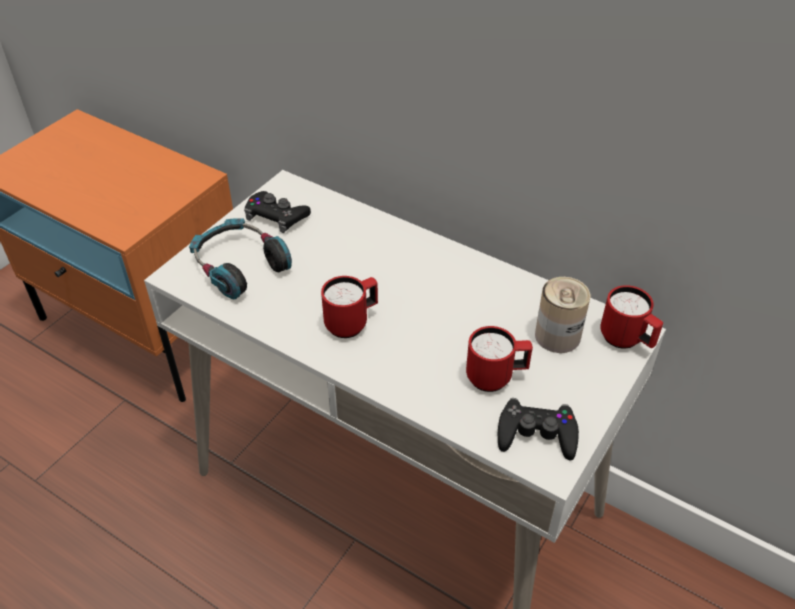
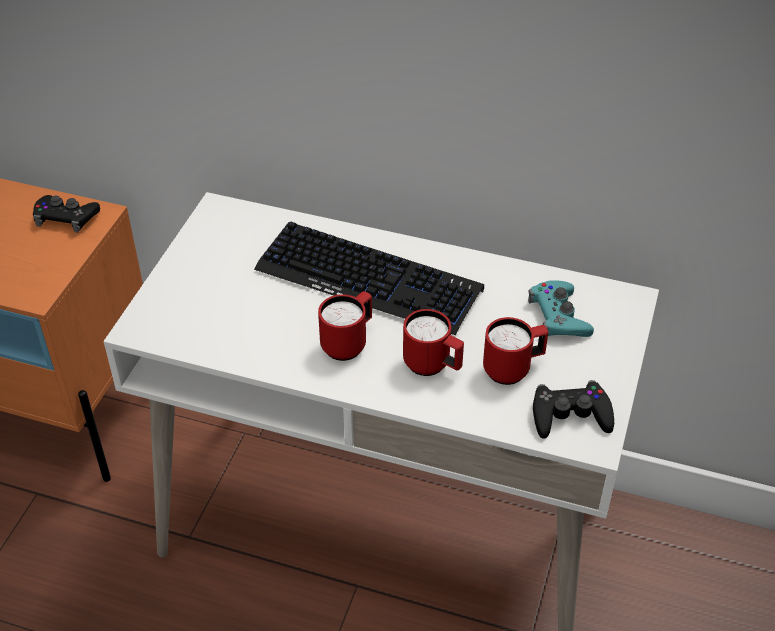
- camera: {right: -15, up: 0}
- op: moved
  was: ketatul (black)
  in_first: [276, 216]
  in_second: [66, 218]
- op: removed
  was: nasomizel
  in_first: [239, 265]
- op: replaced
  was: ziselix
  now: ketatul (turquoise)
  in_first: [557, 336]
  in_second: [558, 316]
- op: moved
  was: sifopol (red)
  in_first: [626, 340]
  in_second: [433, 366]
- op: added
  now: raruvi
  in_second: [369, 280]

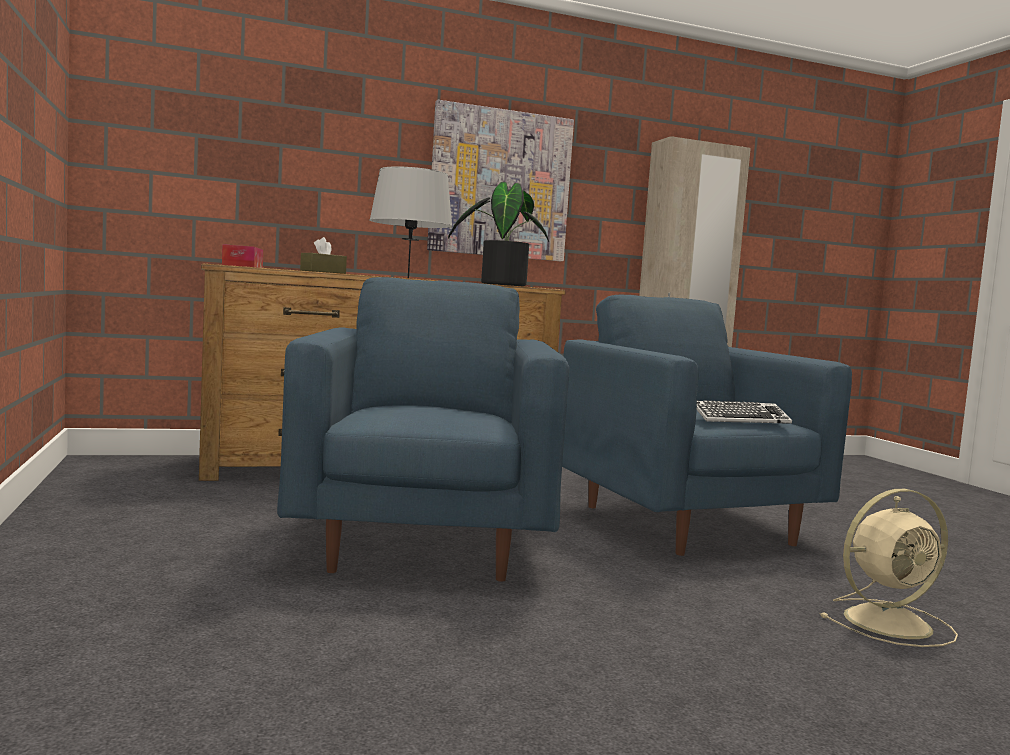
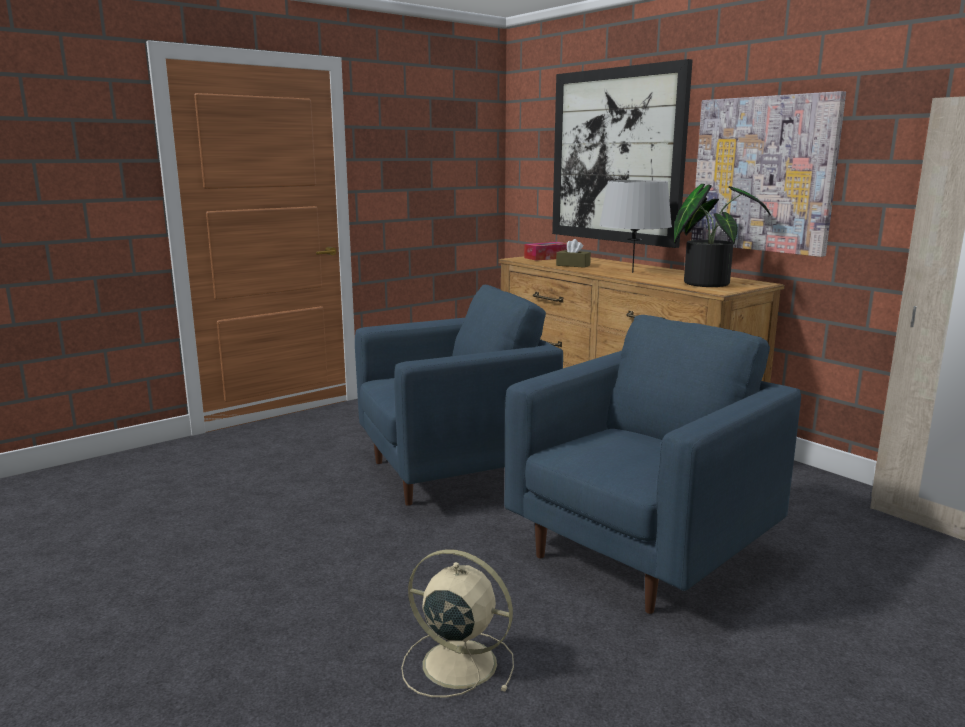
- camera: {right: 70, up: 10}
- op: removed
  was: raruvi
  in_first: [740, 419]
- op: turned
  was: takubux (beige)
  in_first: [890, 622]
  in_second: [456, 663]
  clockwise: 150
- op: added
  now: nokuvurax
  in_second: [616, 156]

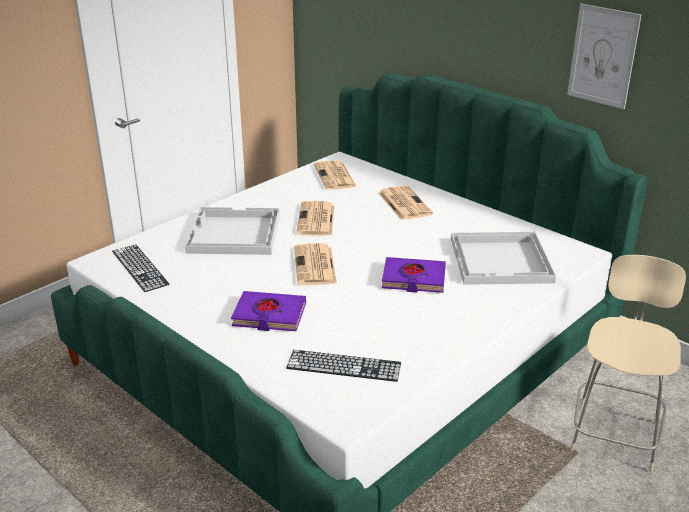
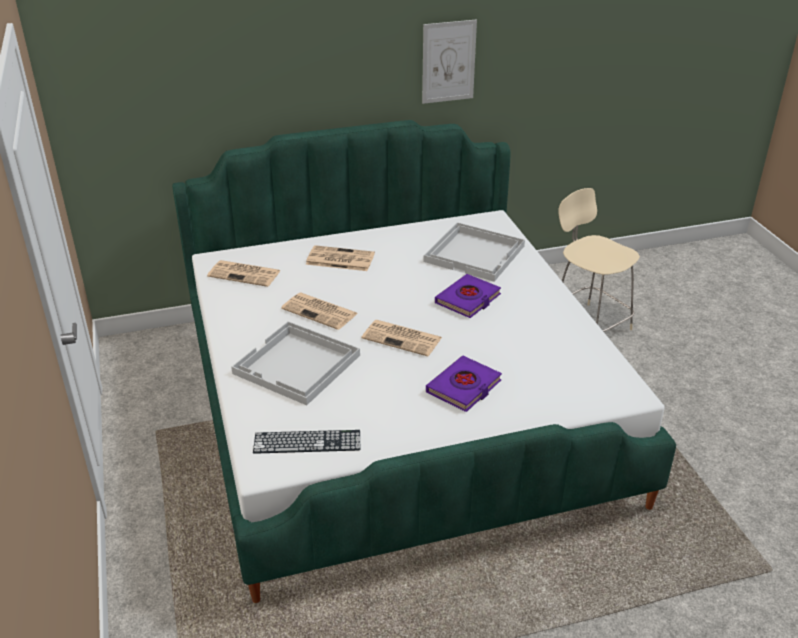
- camera: {right: -60, up: 5}
- op: removed
  was: raruvi
  in_first: [344, 366]

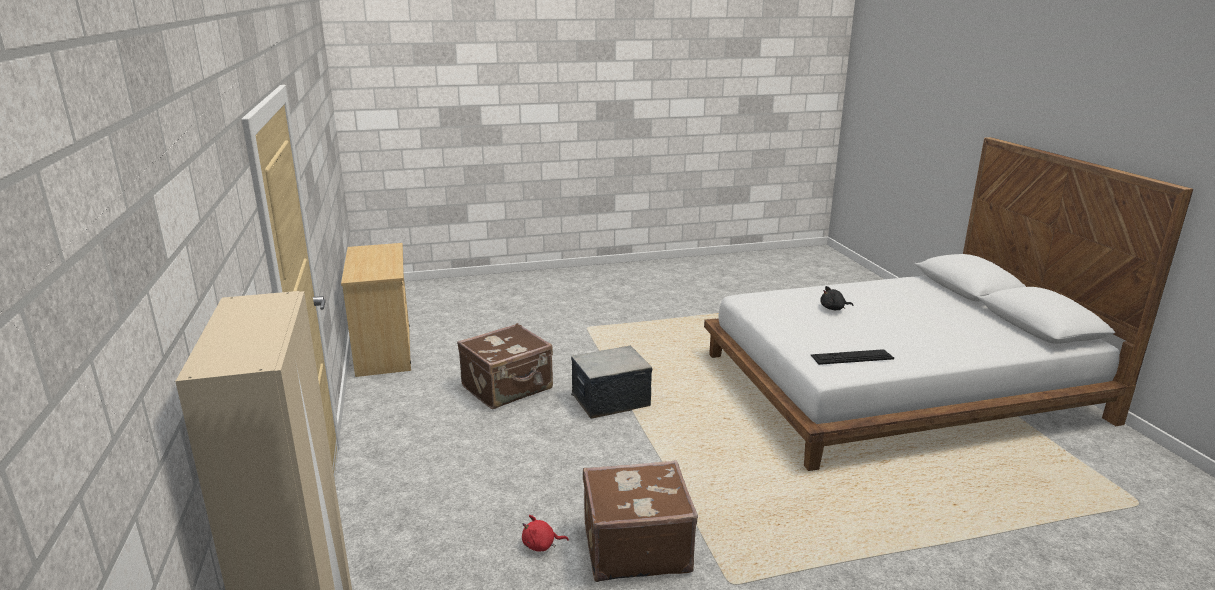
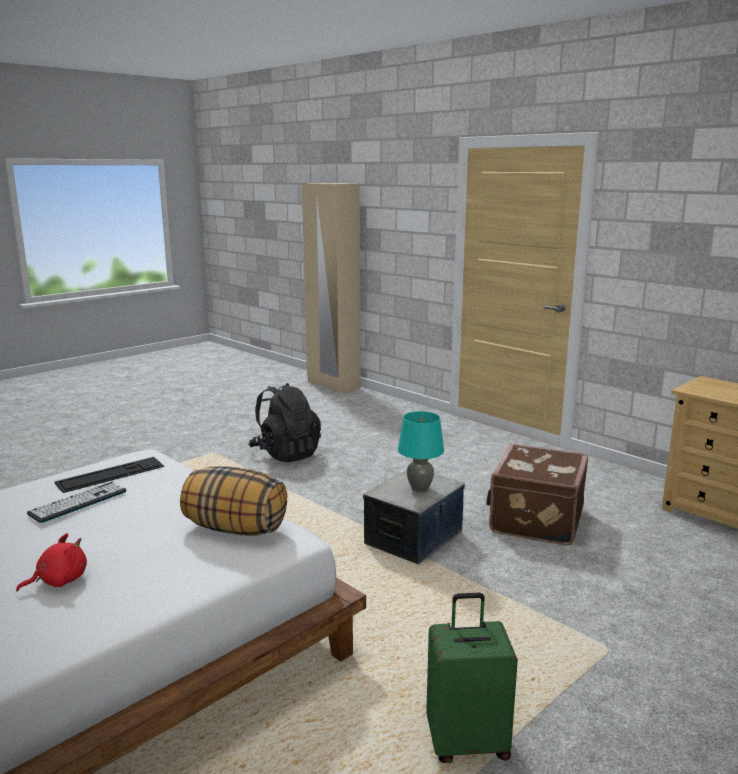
- camera: {right: 150, up: -5}
- op: removed
  was: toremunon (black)
  in_first: [833, 308]
- op: replaced
  was: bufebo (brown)
  now: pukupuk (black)
  in_first: [635, 546]
  in_second: [286, 454]
- op: moved
  was: toremunon (red)
  in_first: [541, 545]
  in_second: [59, 581]
- op: added
  now: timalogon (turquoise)
  in_second: [419, 488]
- op: added
  now: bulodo
  in_second: [235, 529]
- op: added
  now: raruvi
  in_second: [78, 502]
- op: added
  now: bufebo (green)
  in_second: [467, 742]

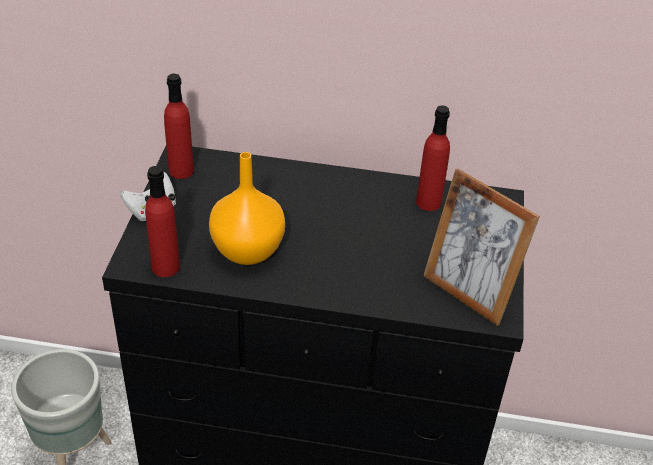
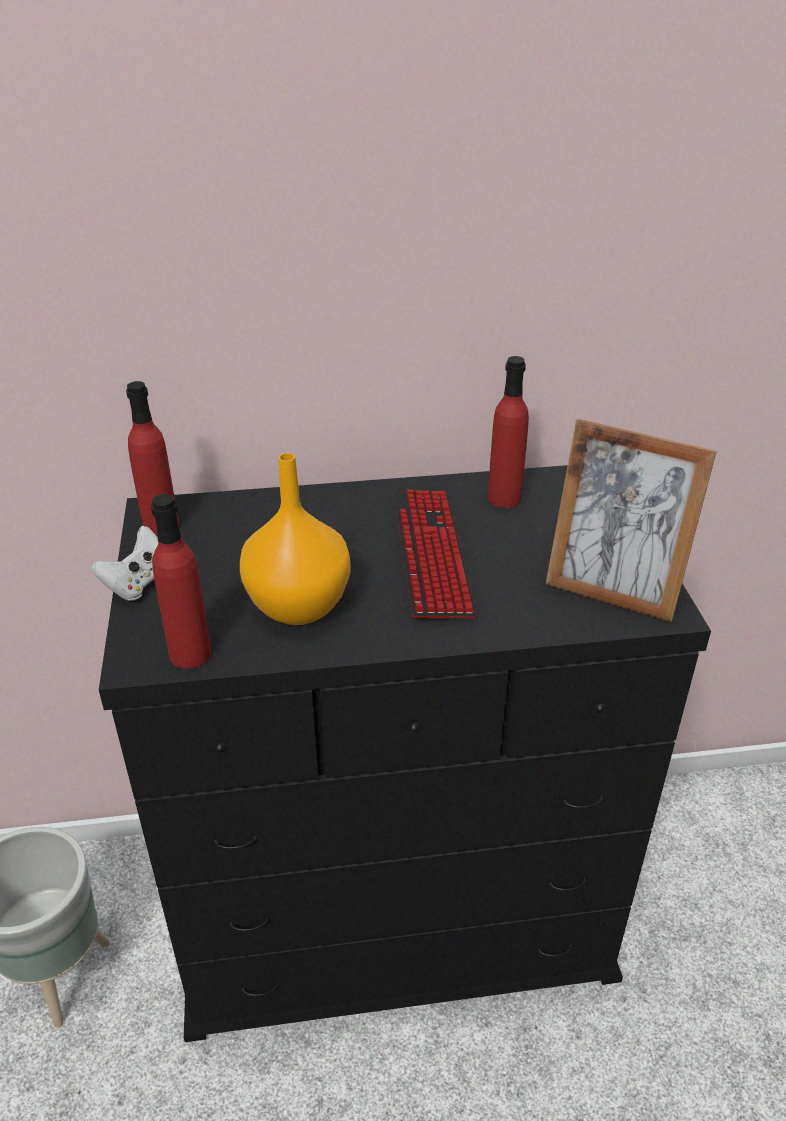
- camera: {right: -15, up: -5}
- op: added
  now: raruvi
  in_second: [431, 554]

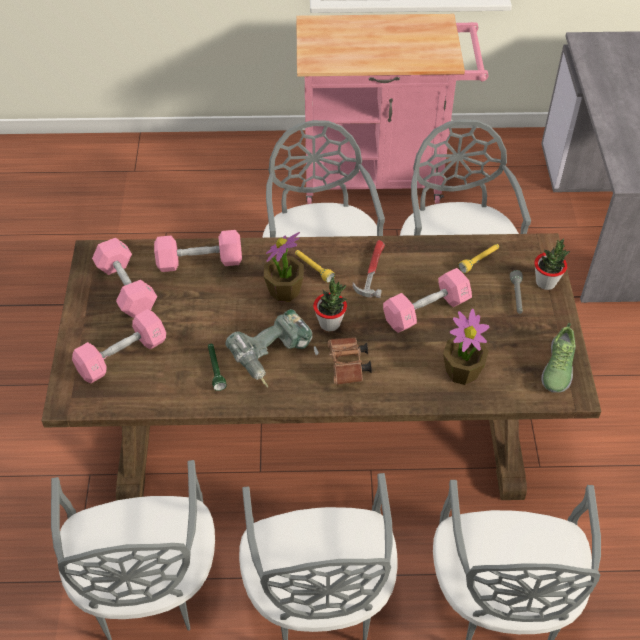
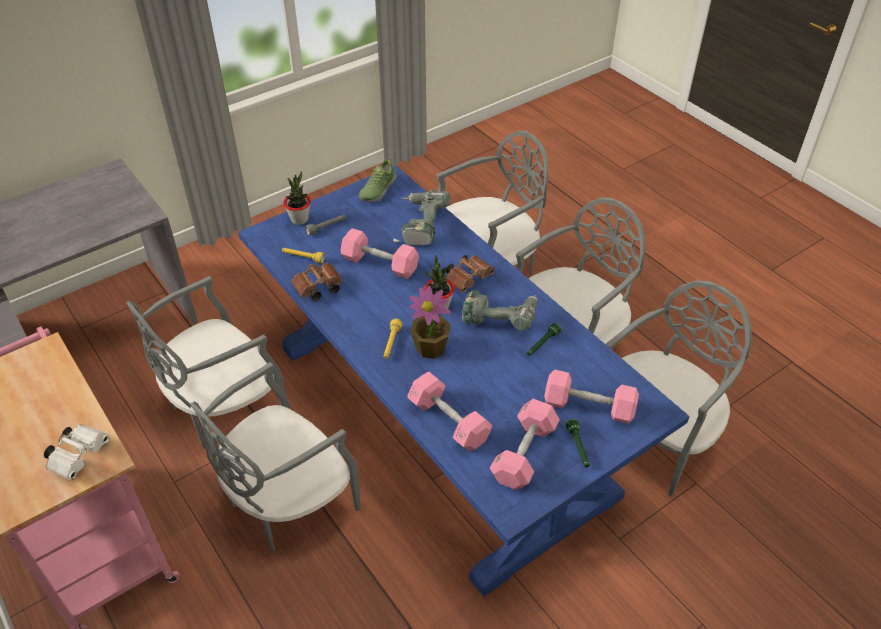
- camera: {right: -125, up: -5}
- op: recoloured
  was: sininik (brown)
  now: sininik (blue)
  in_first: [320, 422]
  in_second: [438, 418]
- op: removed
  was: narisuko
  in_first: [372, 270]
- op: replaced
  was: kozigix
  now: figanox
  in_first: [462, 371]
  in_second: [420, 226]
- op: turned
  was: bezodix
  in_first: [557, 368]
  in_second: [377, 190]
  clockwise: 135
- op: added
  now: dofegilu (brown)
  in_second: [317, 289]
- op: added
  now: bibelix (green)
  in_second: [578, 447]
- op: added
  now: dofegilu (white)
  in_second: [80, 455]

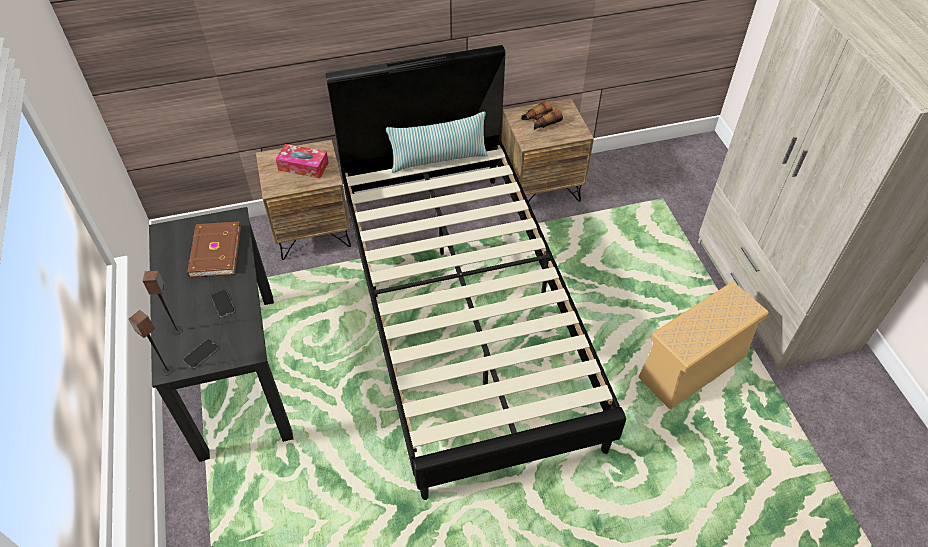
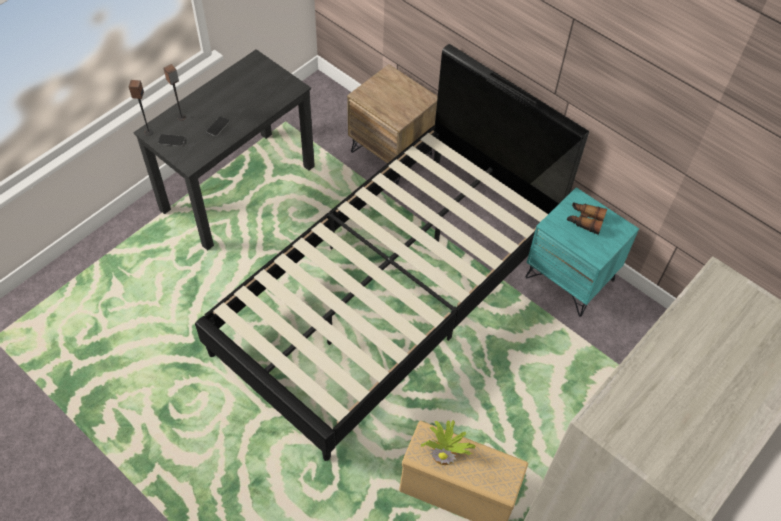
- camera: {right: 55, up: 5}
- op: recoloured
  was: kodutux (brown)
  now: kodutux (turquoise)
  in_first: [540, 187]
  in_second: [570, 278]
- op: removed
  was: bulodo
  in_first: [438, 159]
- op: removed
  was: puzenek
  in_first: [303, 166]
- op: removed
  was: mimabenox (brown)
  in_first: [214, 252]
- op: added
  now: kozigix
  in_second: [445, 451]

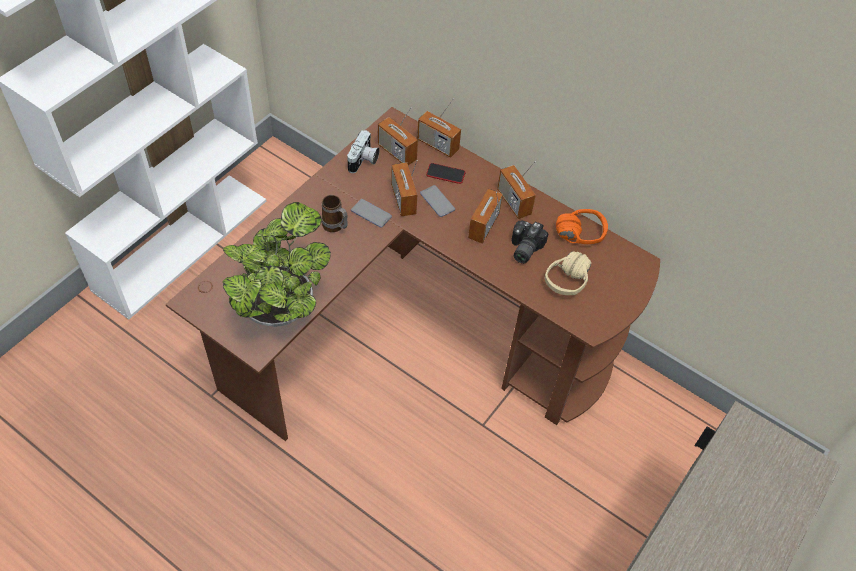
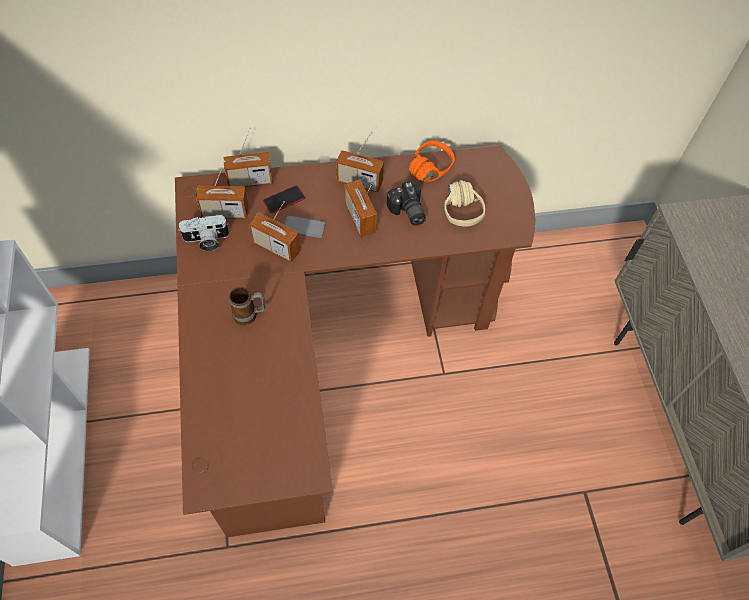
- camera: {right: -45, up: 5}
- op: turned
  was: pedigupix
  in_first: [364, 161]
  in_second: [206, 241]
  clockwise: 105
- op: removed
  was: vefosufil
  in_first: [371, 214]
- op: removed
  was: kozigix
  in_first: [281, 306]

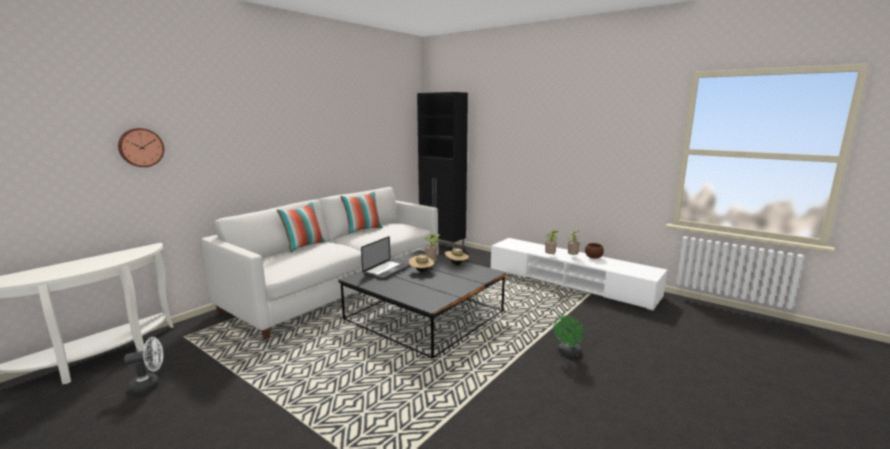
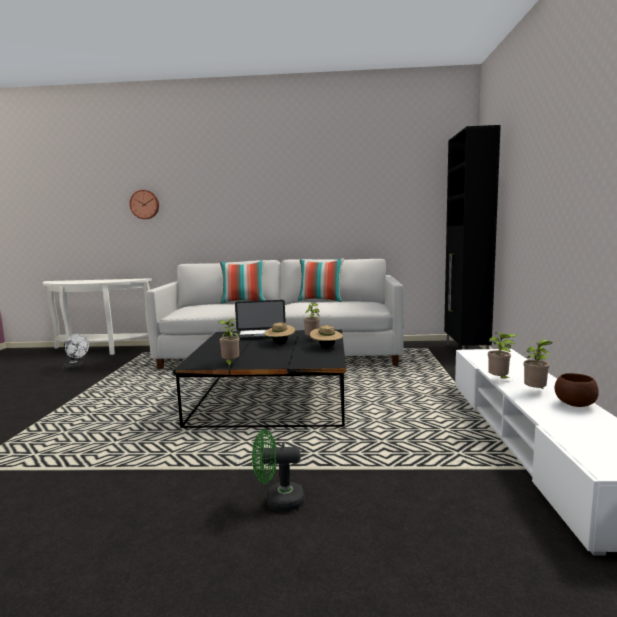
- camera: {right: 55, up: -5}
- op: added
  now: kozigix
  in_second: [230, 364]

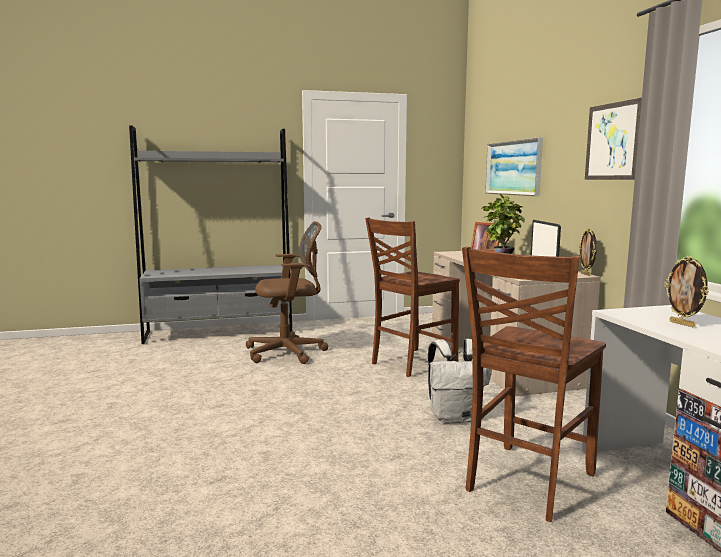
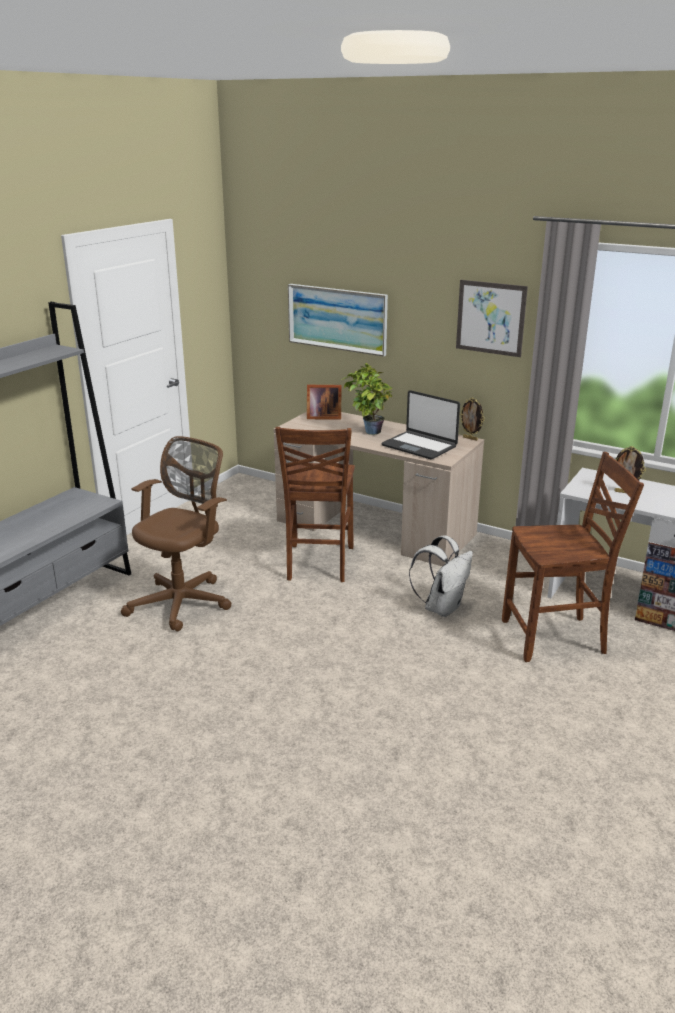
- camera: {right: -45, up: 15}
- op: turned
  was: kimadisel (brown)
  in_first: [526, 482]
  in_second: [556, 638]
  clockwise: -90

